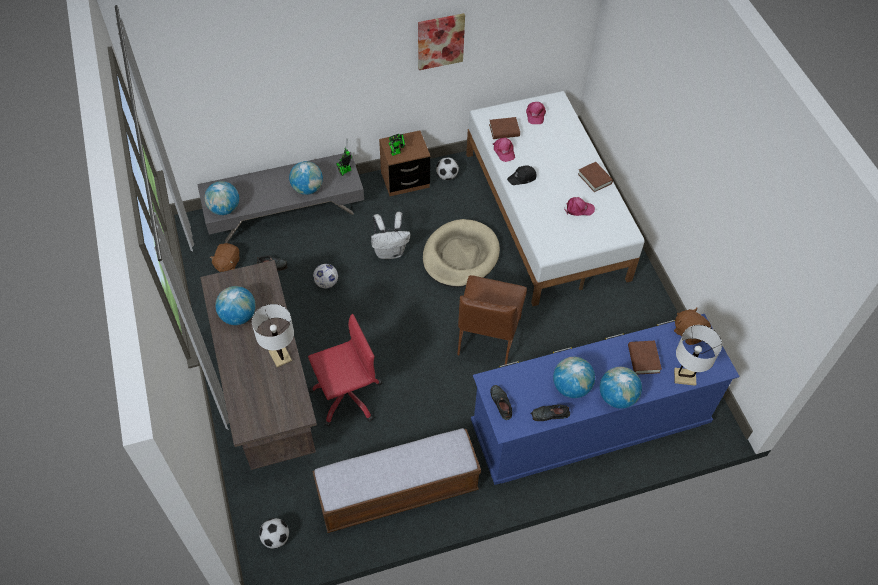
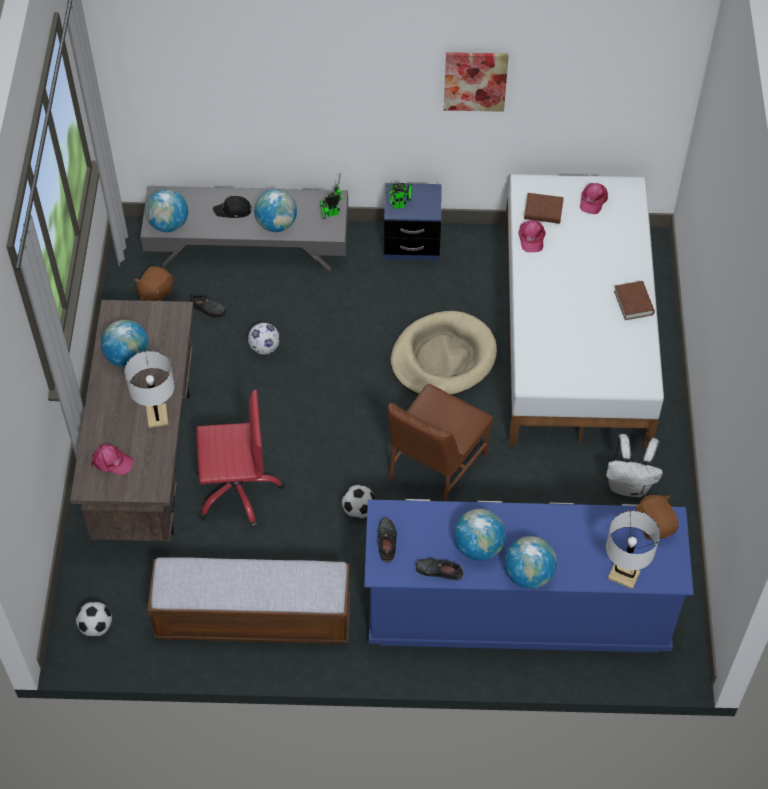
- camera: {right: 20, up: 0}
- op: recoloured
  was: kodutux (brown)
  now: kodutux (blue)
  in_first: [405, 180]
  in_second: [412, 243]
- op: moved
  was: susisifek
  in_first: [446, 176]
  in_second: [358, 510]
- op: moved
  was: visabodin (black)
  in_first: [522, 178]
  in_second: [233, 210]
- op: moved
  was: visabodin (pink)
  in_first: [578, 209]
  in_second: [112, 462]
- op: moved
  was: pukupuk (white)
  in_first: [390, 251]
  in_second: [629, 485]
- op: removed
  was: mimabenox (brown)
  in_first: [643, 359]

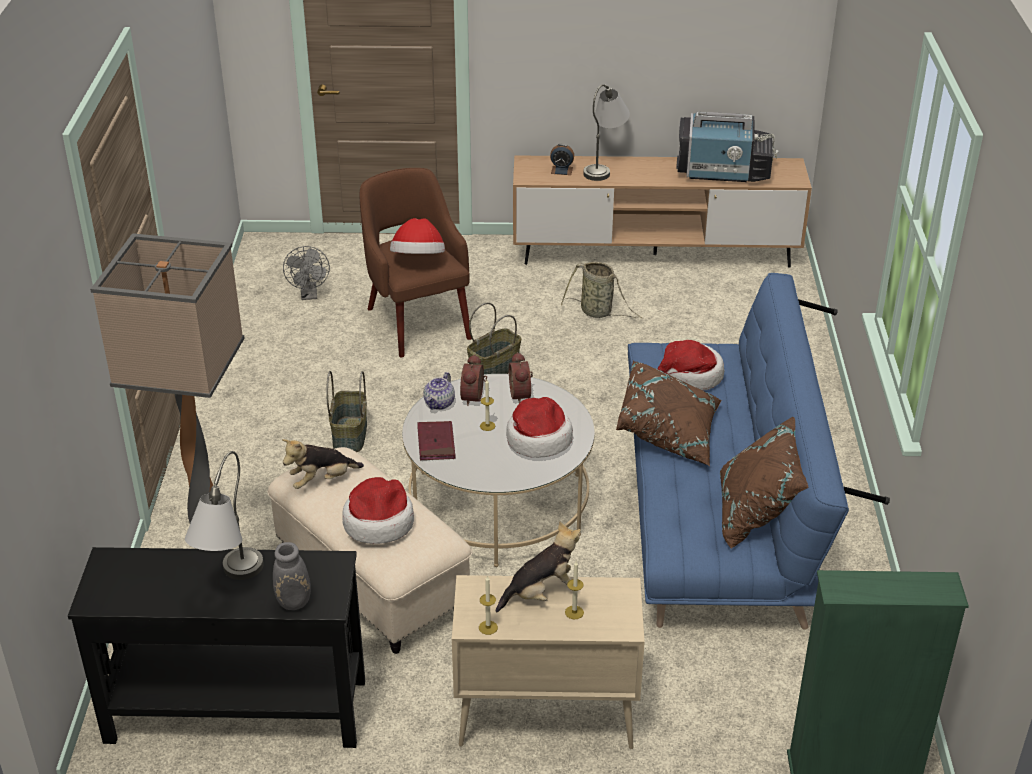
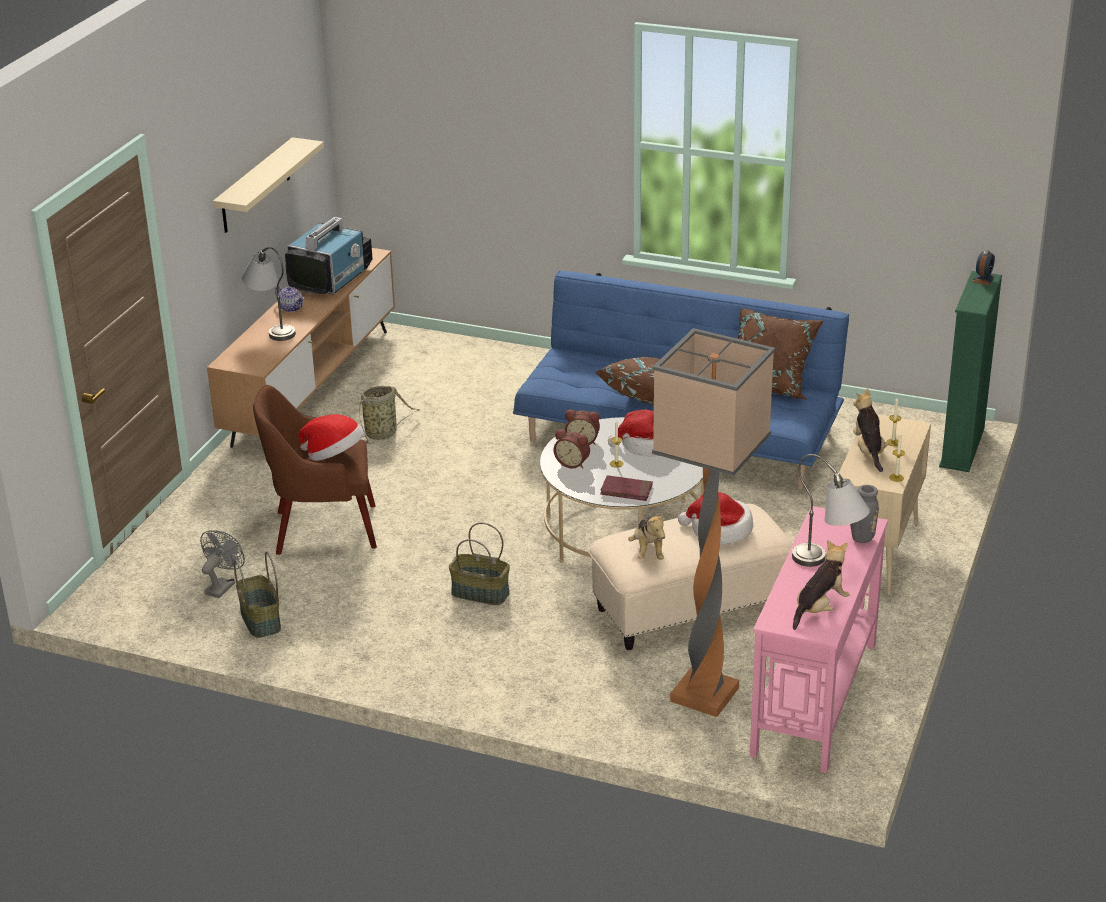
- camera: {right: -70, up: -5}
- op: moved
  was: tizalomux
  in_first: [561, 170]
  in_second: [983, 279]
- op: turned
  was: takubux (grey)
  in_first: [309, 295]
  in_second: [222, 586]
  clockwise: -75
- op: moved
  was: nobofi
  in_first: [494, 368]
  in_second: [259, 620]
- op: removed
  was: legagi
  in_first: [690, 376]
- op: moved
  was: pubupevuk
  in_first: [439, 403]
  in_second: [291, 308]
- op: recoloured
  was: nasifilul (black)
  now: nasifilul (pink)
  in_first: [235, 710]
  in_second: [813, 698]
- op: added
  now: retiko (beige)
  in_second: [255, 186]
- op: added
  now: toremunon
  in_second: [820, 608]

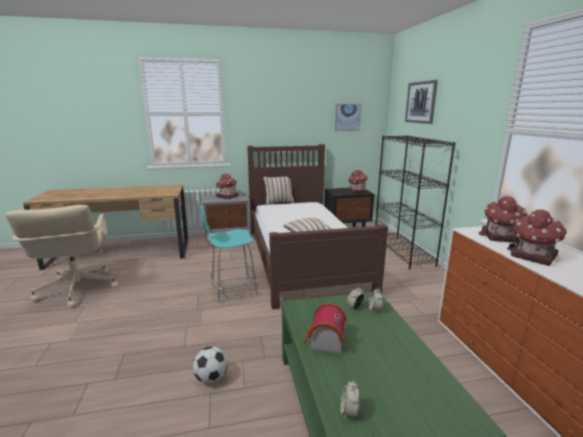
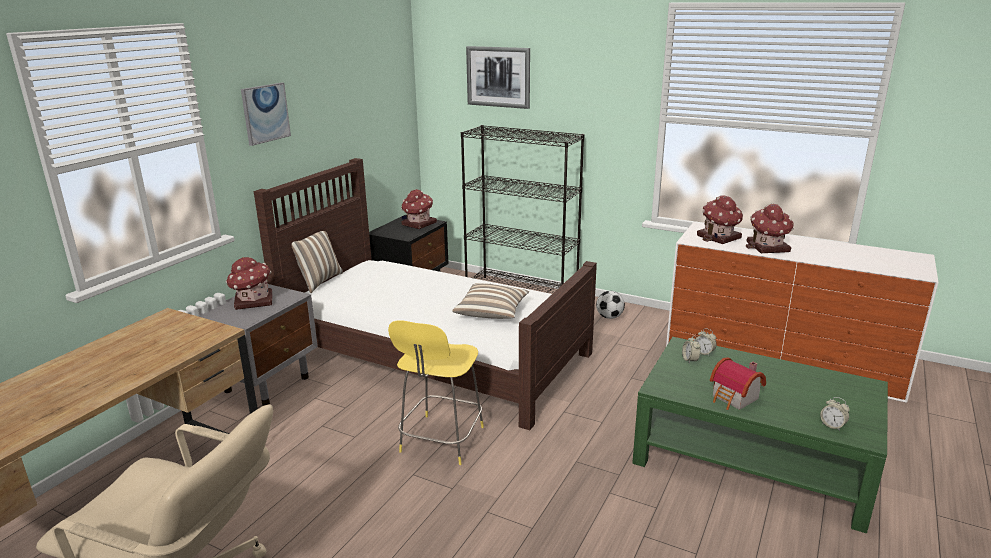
- camera: {right: -50, up: 5}
- op: moved
  was: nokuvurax
  in_first: [347, 117]
  in_second: [265, 113]
- op: recoloured
  was: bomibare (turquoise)
  now: bomibare (yellow)
  in_first: [232, 290]
  in_second: [441, 441]
- op: moved
  was: susisifek
  in_first: [211, 378]
  in_second: [609, 317]

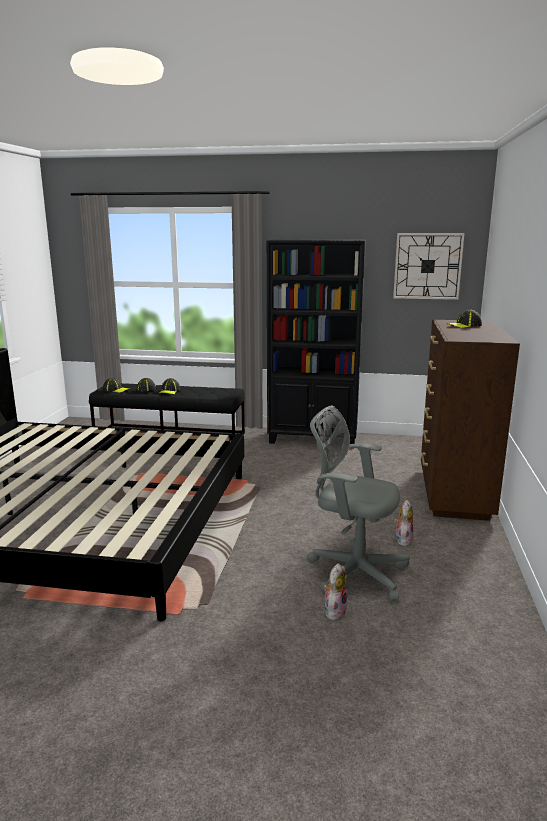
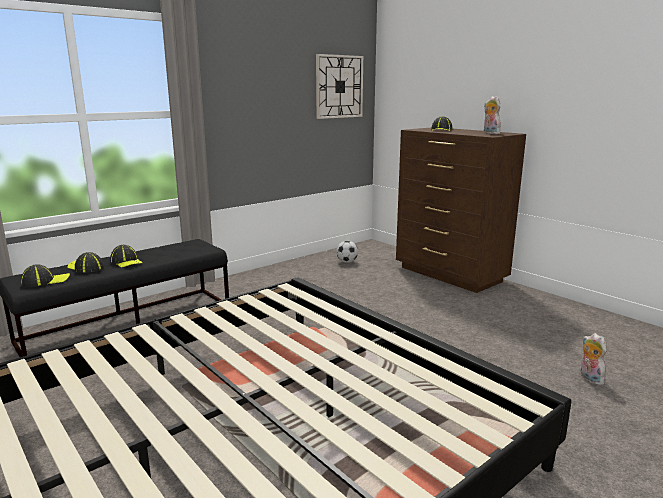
- camera: {right: -50, up: 0}
- op: removed
  was: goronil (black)
  in_first: [313, 439]
- op: removed
  was: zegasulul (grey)
  in_first: [353, 571]
- op: moved
  was: toremunon
  in_first: [403, 540]
  in_second: [490, 133]
- op: added
  now: susisifek
  in_second: [347, 261]

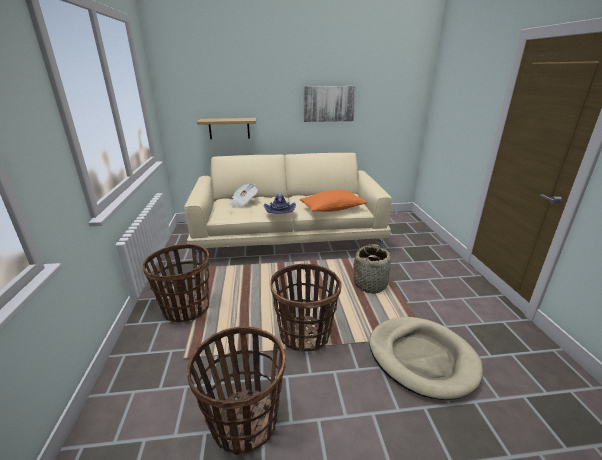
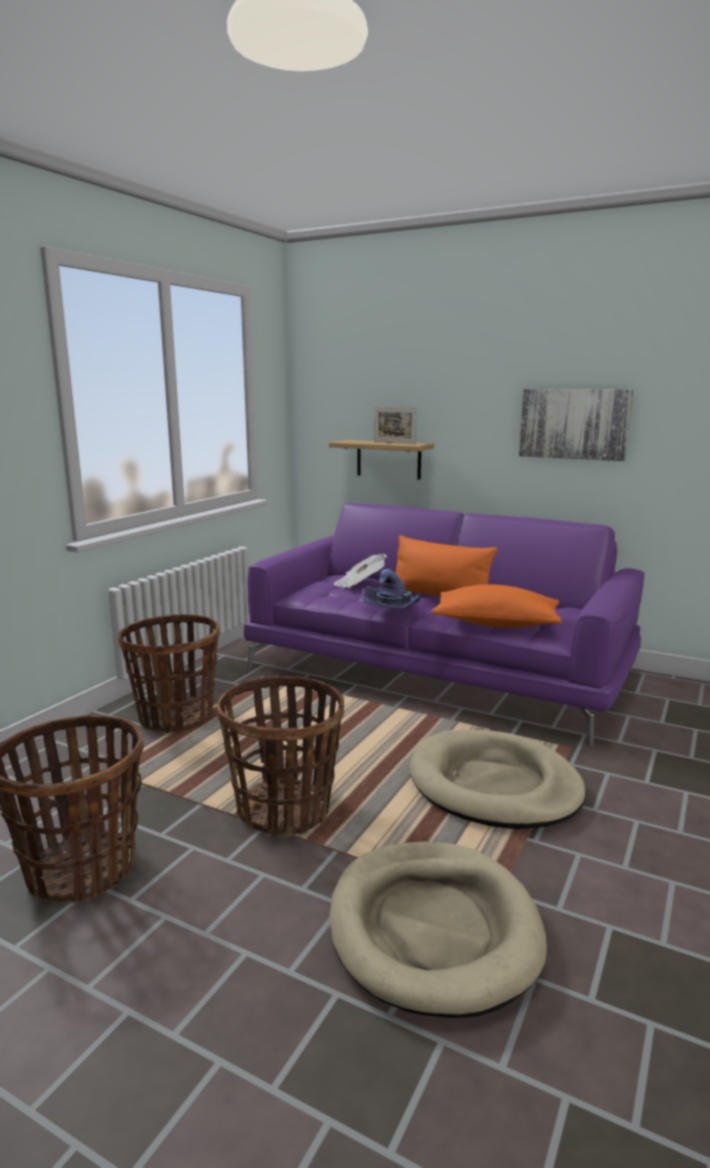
- camera: {right: 35, up: -10}
- op: recoloured
  was: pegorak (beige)
  now: pegorak (purple)
  in_first: [289, 236]
  in_second: [439, 671]
- op: replaced
  was: nobofi
  now: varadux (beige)
  in_first: [370, 284]
  in_second: [494, 785]
- op: added
  now: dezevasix
  in_second: [394, 443]
- op: added
  now: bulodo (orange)
  in_second: [440, 596]

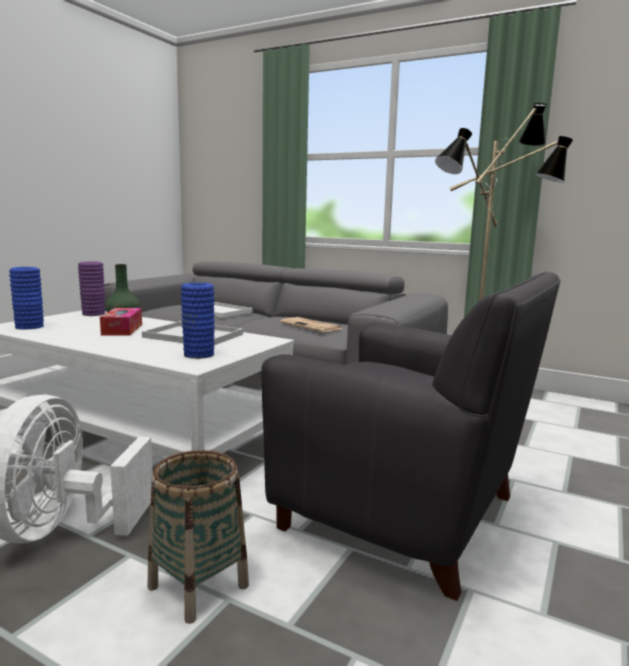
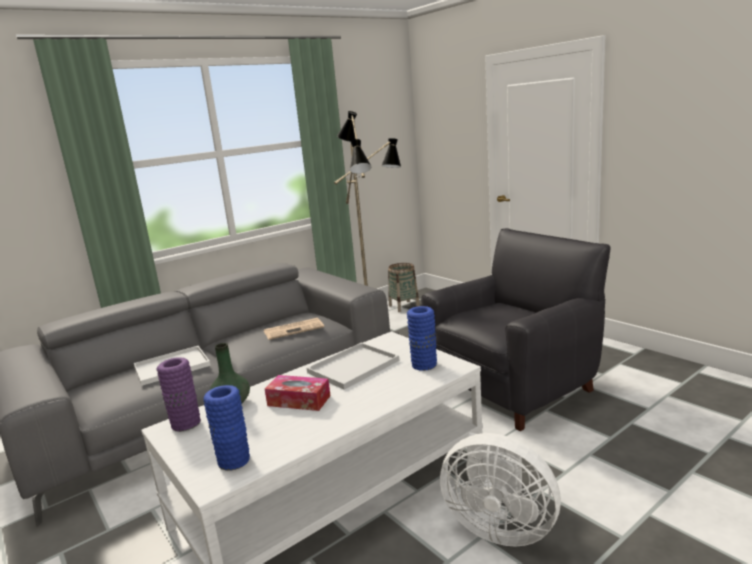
- camera: {right: -65, up: 5}
- op: moved
  was: nobofi
  in_first: [198, 587]
  in_second: [404, 306]

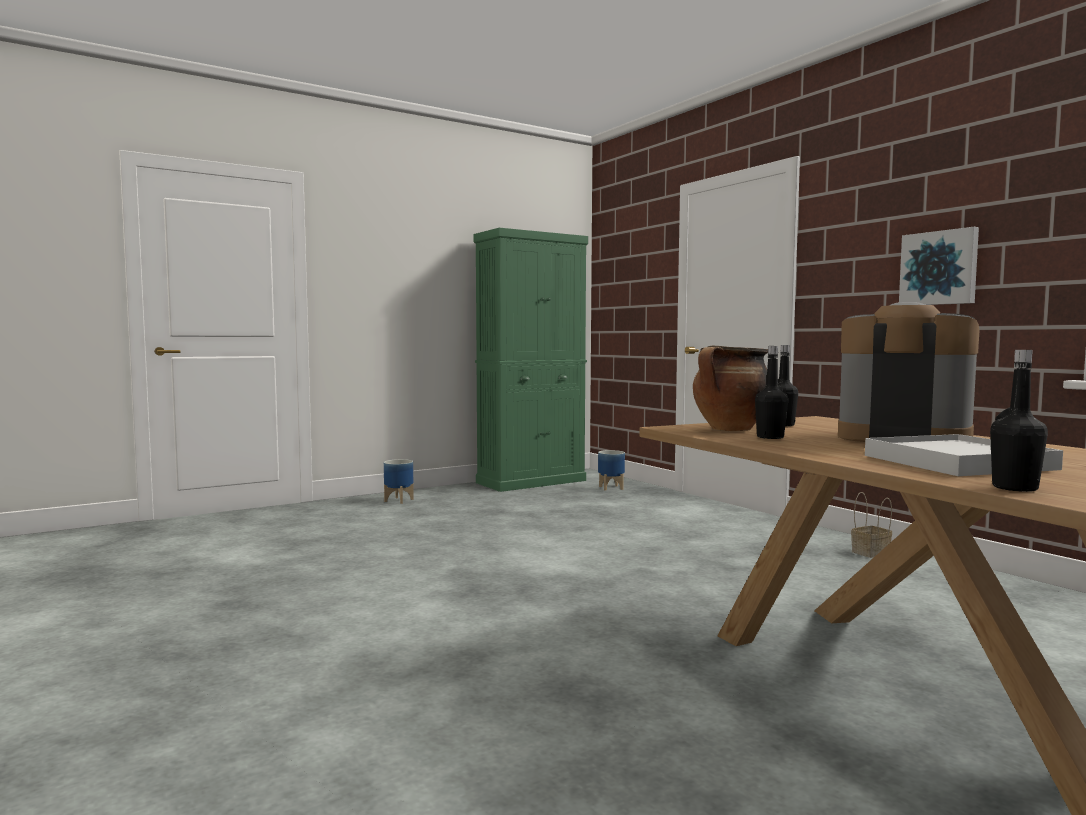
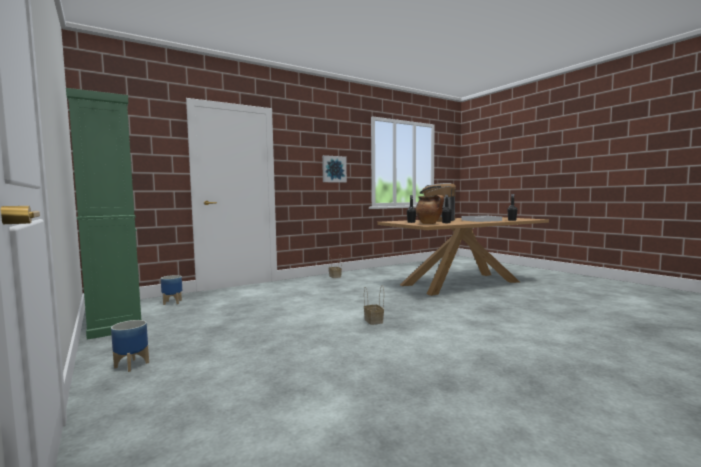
- camera: {right: -90, up: 0}
- op: added
  now: nobofi
  in_second: [374, 321]

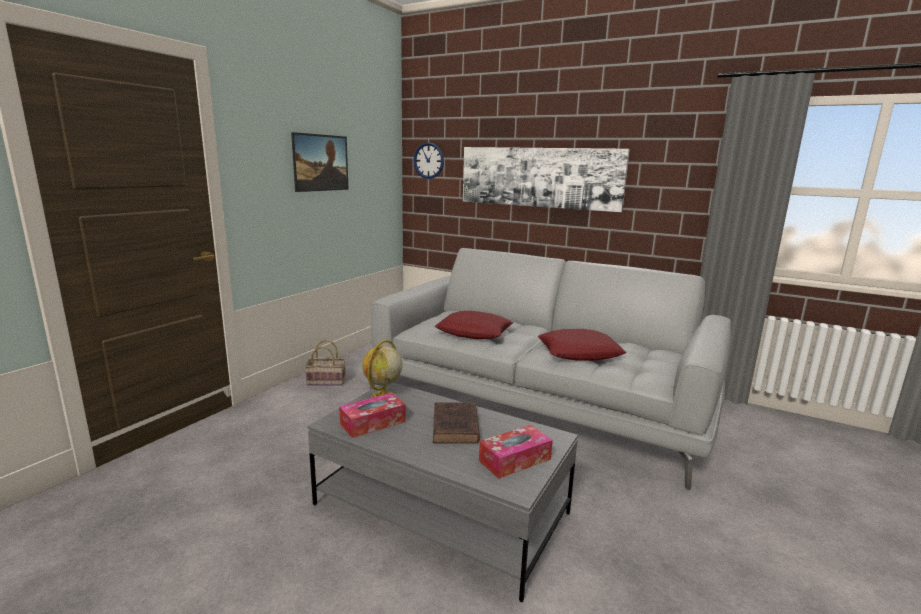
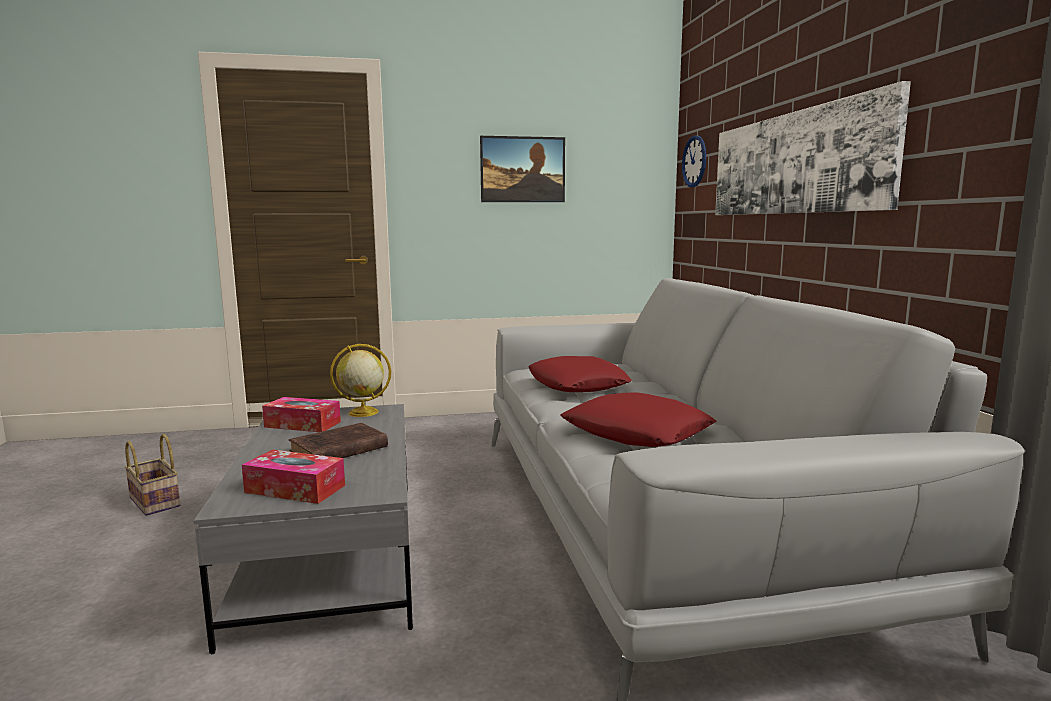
- camera: {right: 50, up: -5}
- op: moved
  was: nobofi
  in_first: [327, 381]
  in_second: [156, 502]

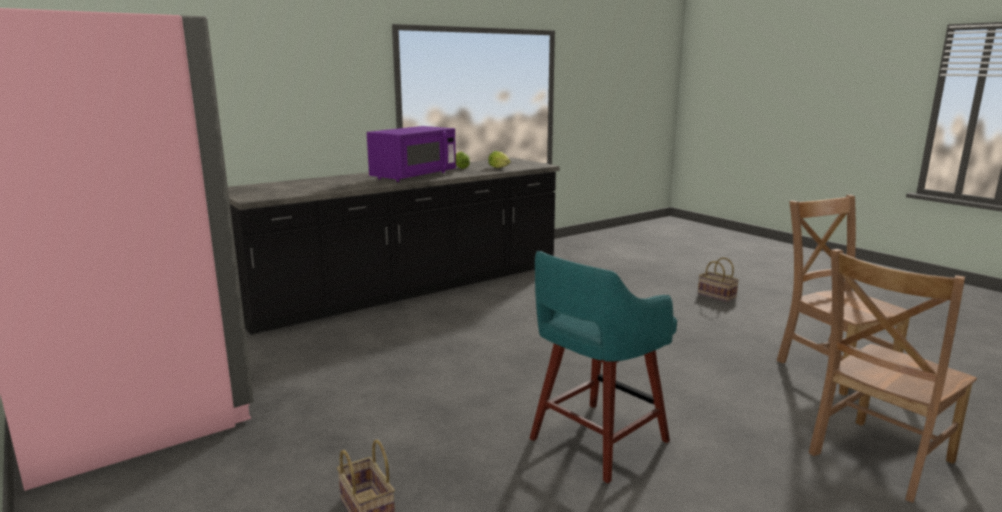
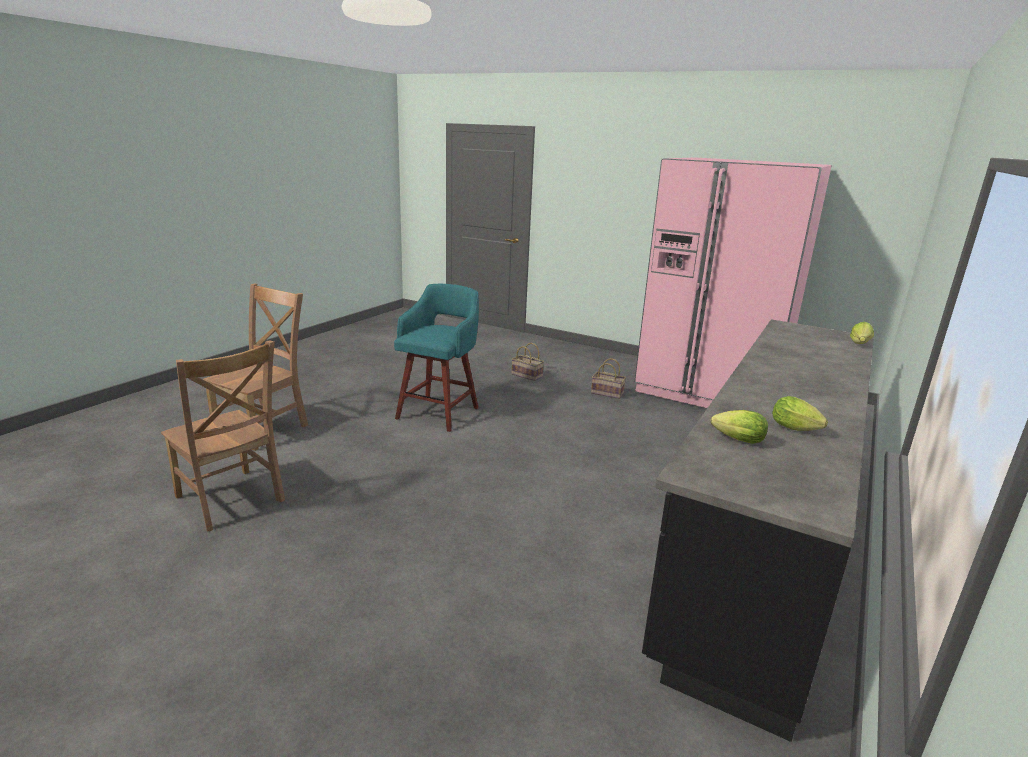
- camera: {right: 155, up: 5}
- op: removed
  was: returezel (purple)
  in_first: [413, 176]
- op: moved
  was: nobofi
  in_first: [715, 296]
  in_second: [608, 393]
- op: added
  now: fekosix
  in_second: [859, 344]

